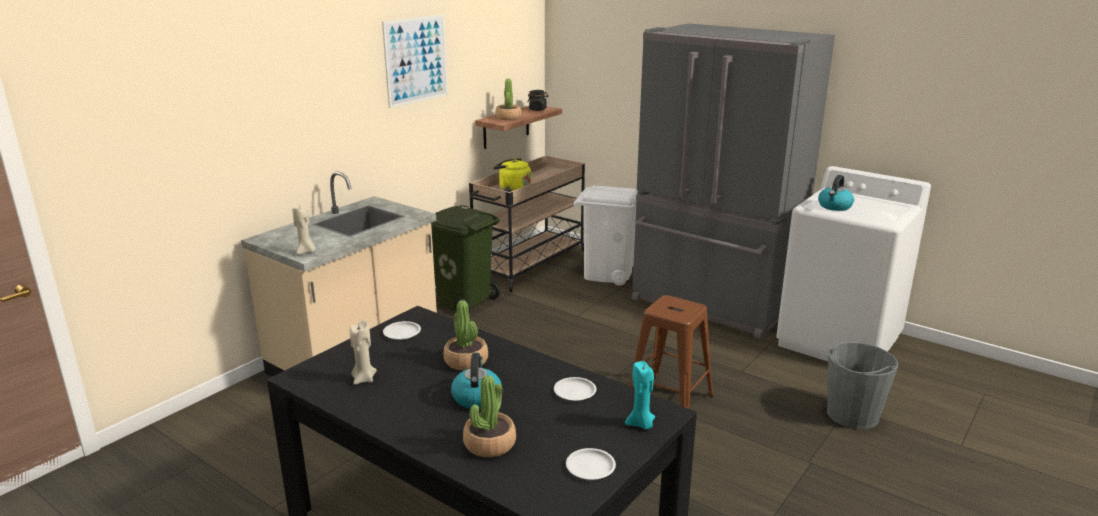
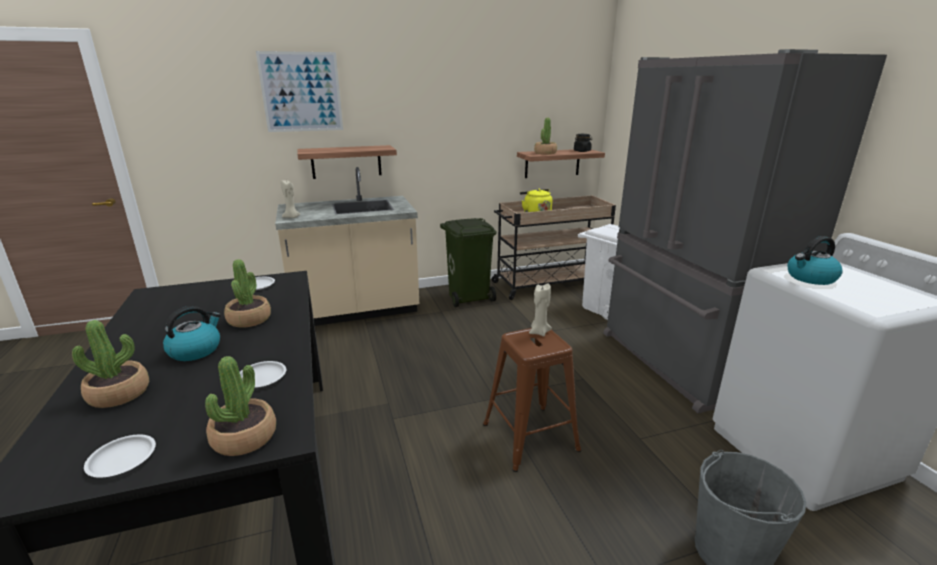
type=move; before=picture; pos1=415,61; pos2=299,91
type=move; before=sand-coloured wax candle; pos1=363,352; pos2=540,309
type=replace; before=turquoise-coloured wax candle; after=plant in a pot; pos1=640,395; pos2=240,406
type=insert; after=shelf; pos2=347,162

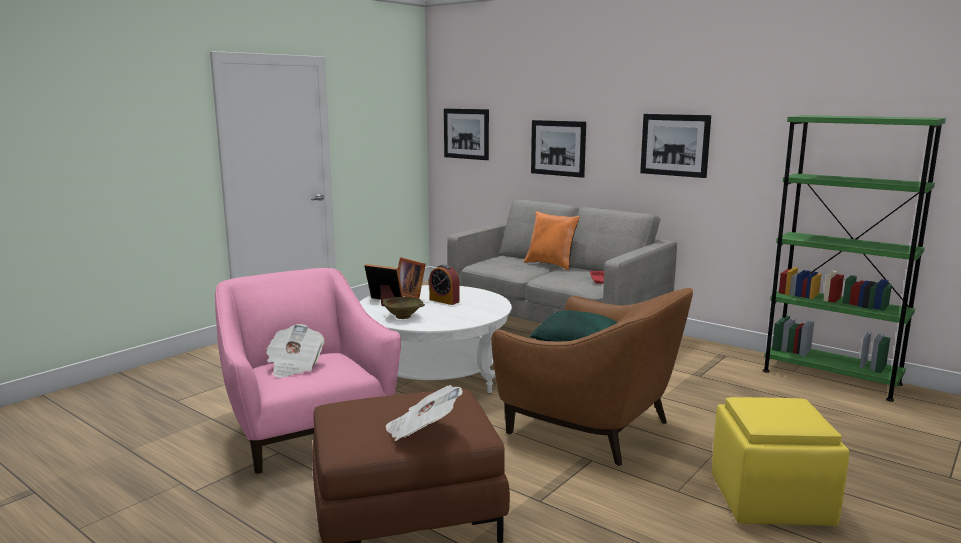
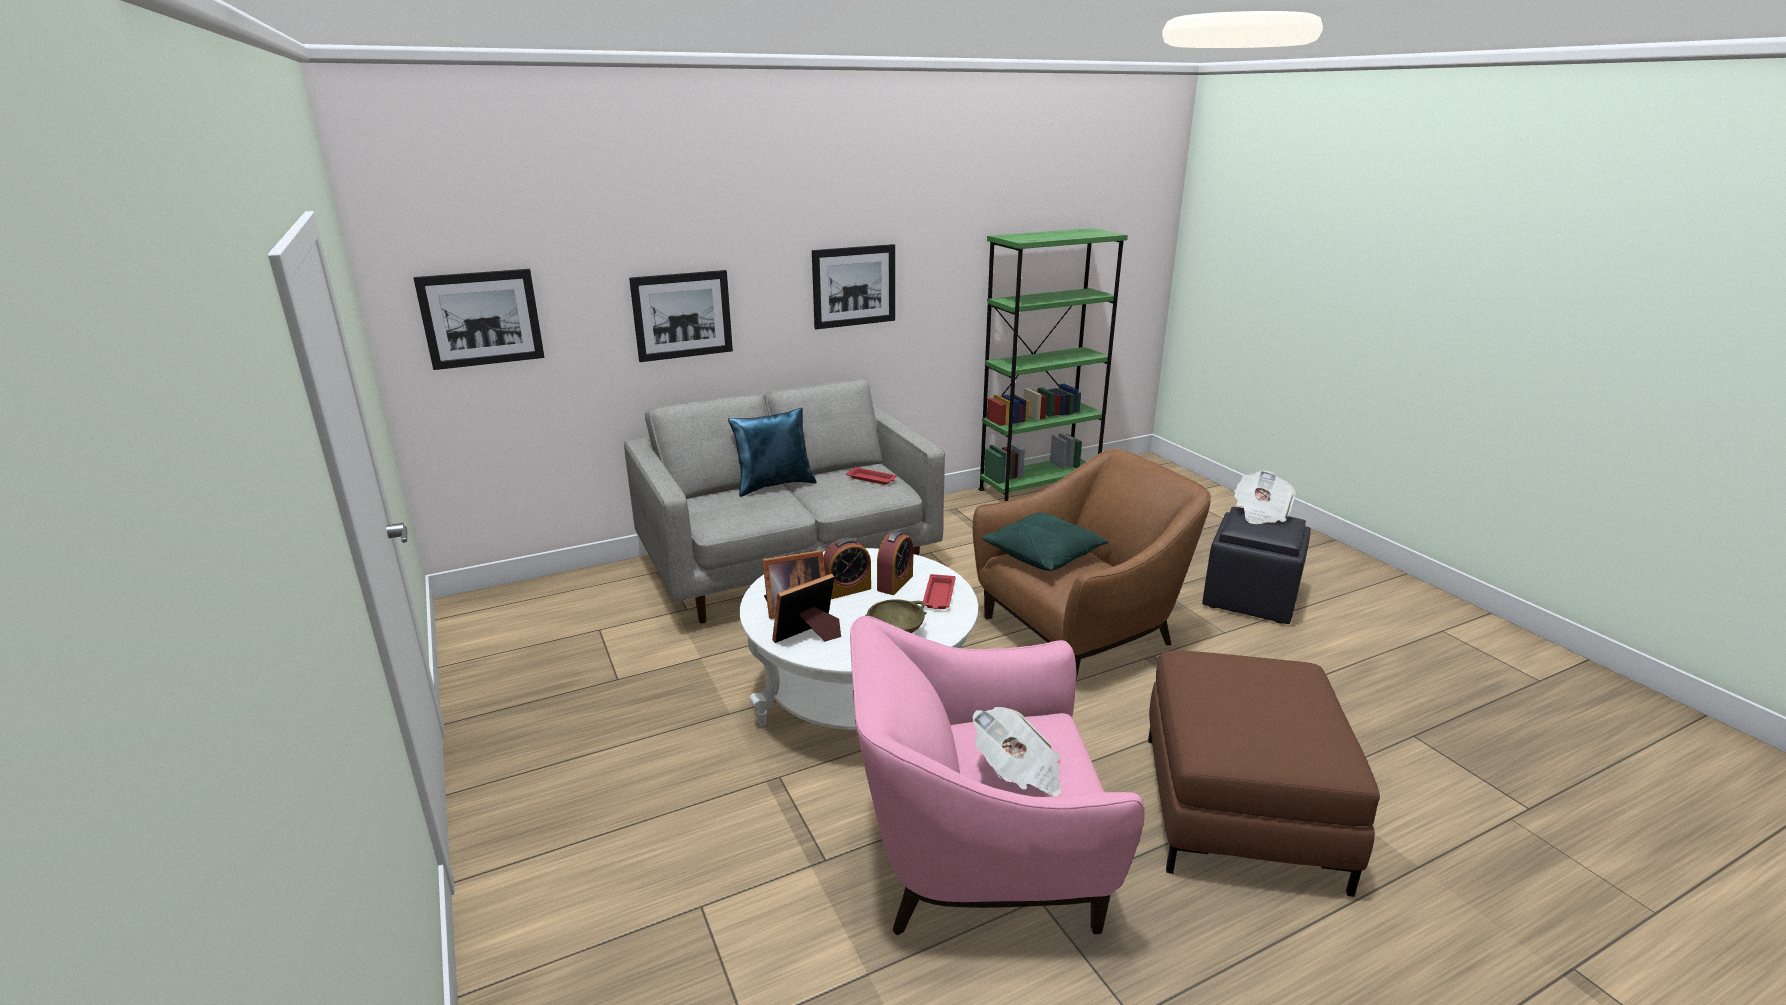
type=recolor; before=orange cushion; after=blue-coloured cushion; pos1=552,240; pos2=772,452
type=move; before=daily paper; pos1=424,413; pos2=1264,497
type=recolor; before=yellow-coloured ottoman; after=blackish ottoman; pos1=780,461; pos2=1256,565
type=insert; after=bedside clock; pos2=895,563
type=insert; after=reddish serving tray; pos2=939,591

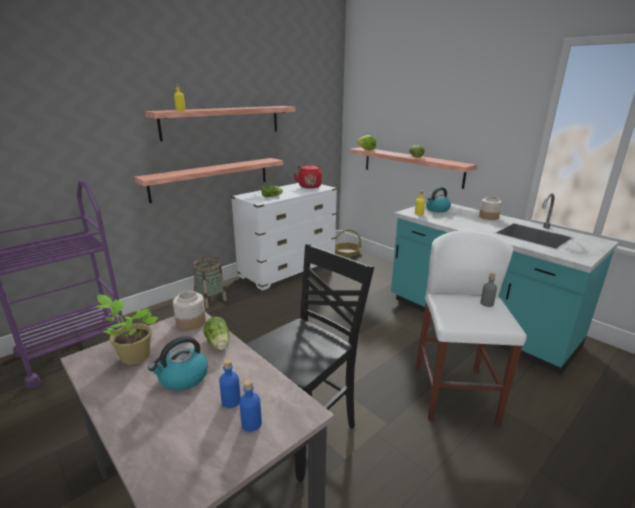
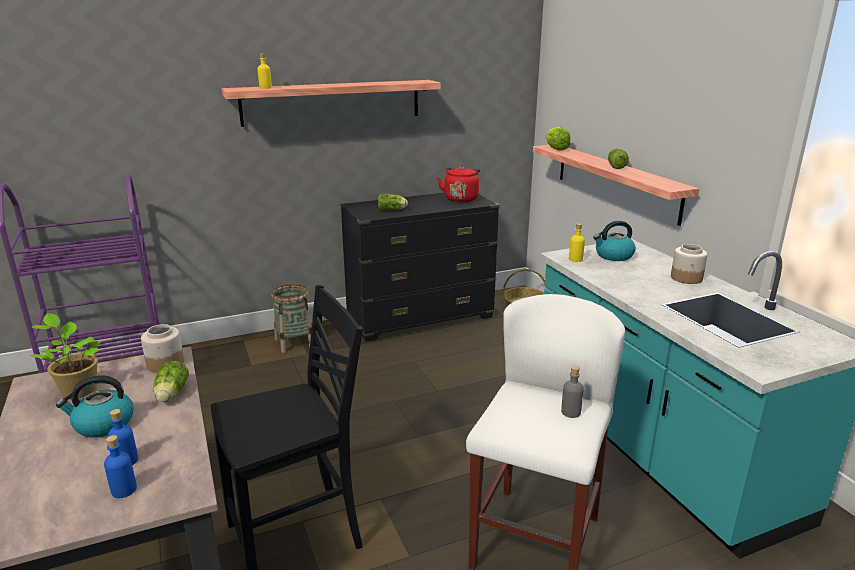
type=delete; before=shelf; pos1=208,180
type=recolor; before=white dresser; after=blackish dresser; pos1=284,237; pos2=420,267

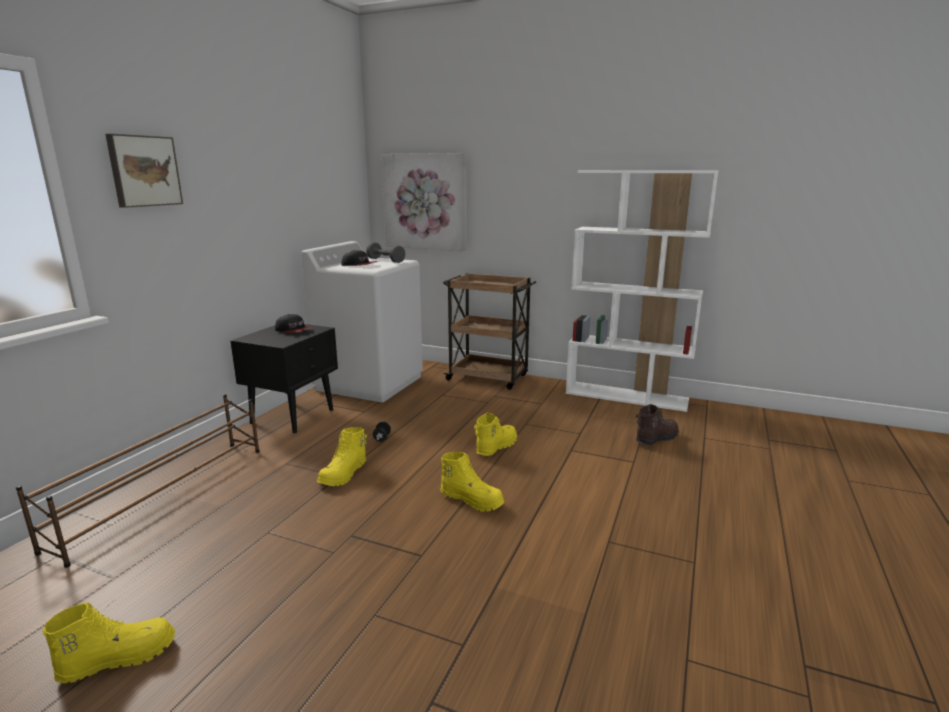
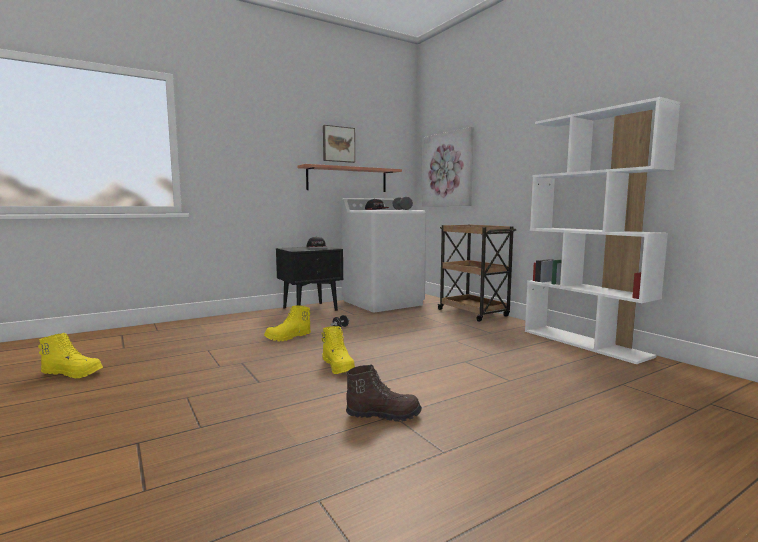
type=move; before=picture; pos1=144,171; pos2=339,144
type=delete; before=brown shoe stand; pos1=138,481
type=move; before=brown tall boot; pos1=657,424; pos2=384,393
type=delete; before=yellow-coloured tall boot; pos1=495,434
type=insert; after=shelf; pos2=349,178

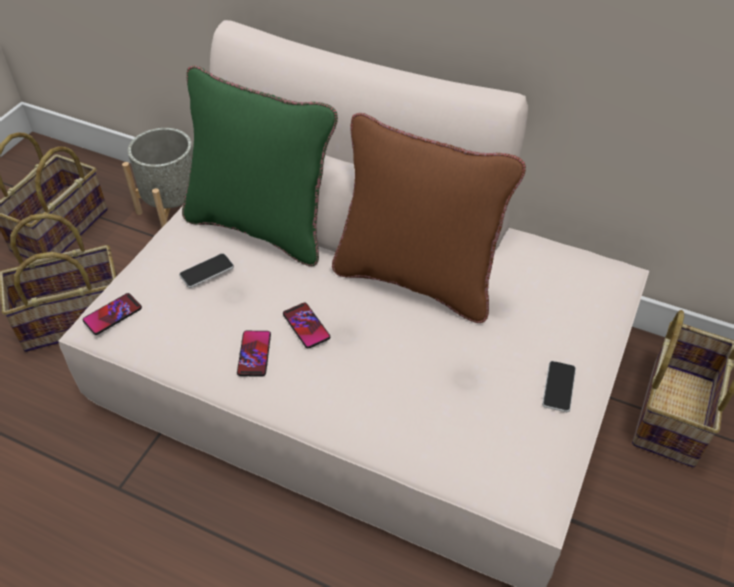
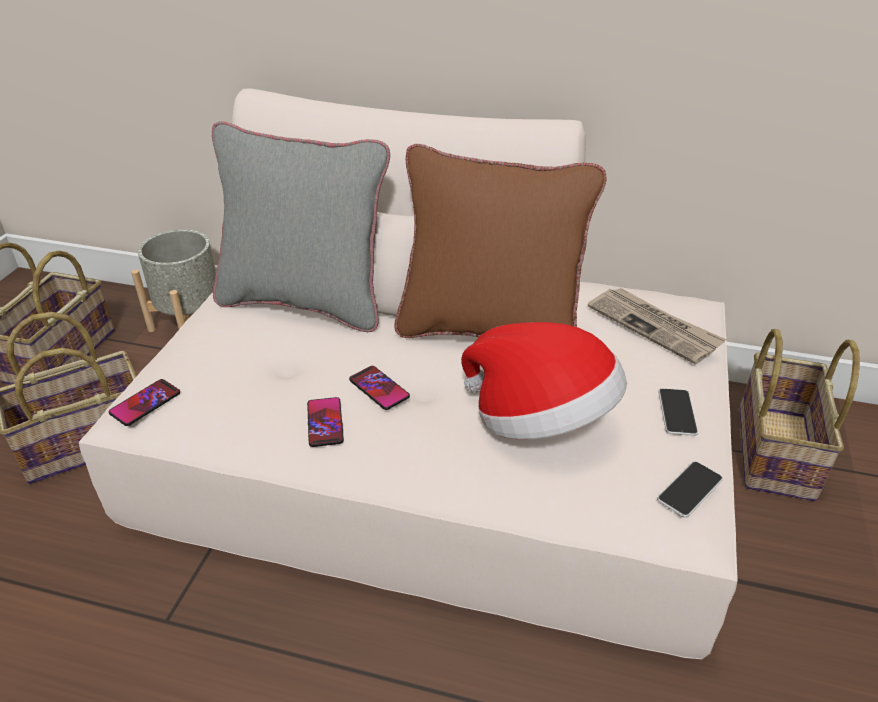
type=recolor; before=greenish cushion; after=grey cushion; pos1=260,166; pos2=301,226
type=move; before=telephone; pos1=206,270; pos2=690,490
type=insert; after=daily paper; pos2=657,326
type=insert; after=clothing hat; pos2=544,381

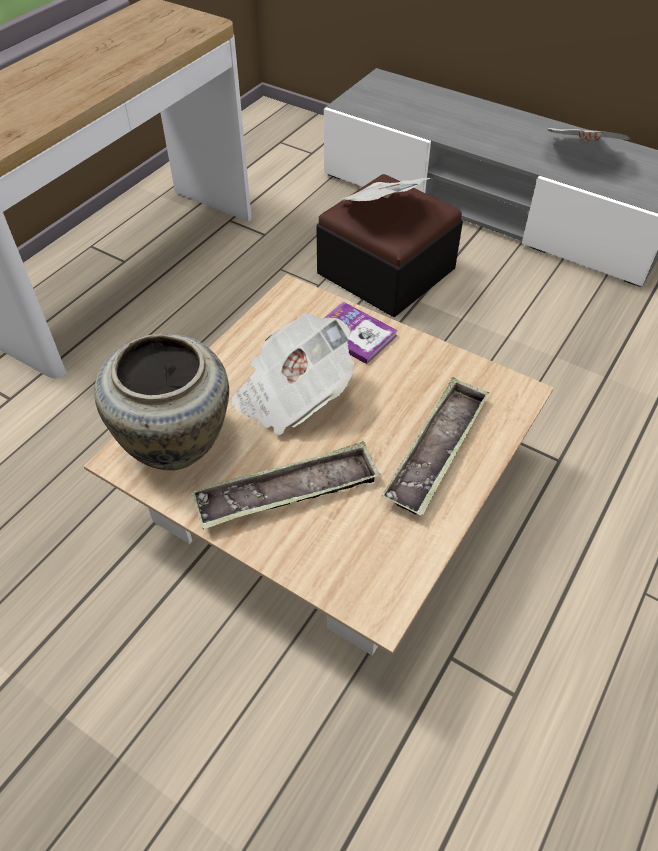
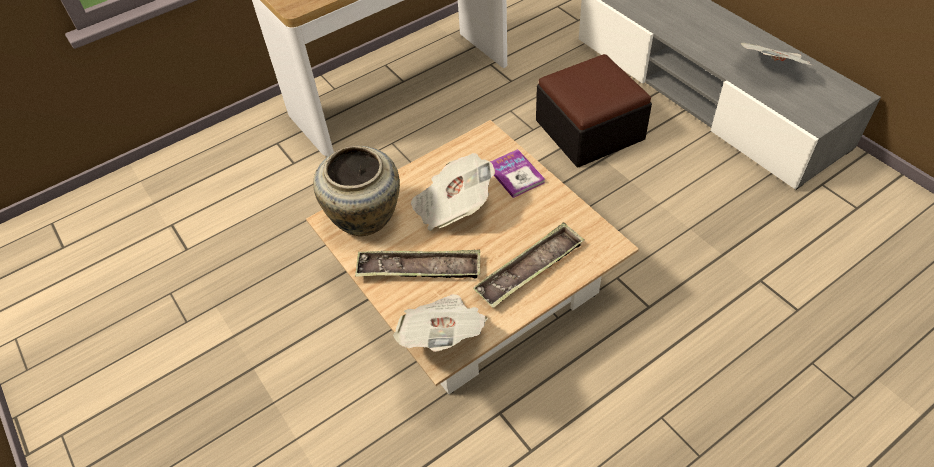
type=move; before=daily paper; pos1=386,189; pos2=440,323

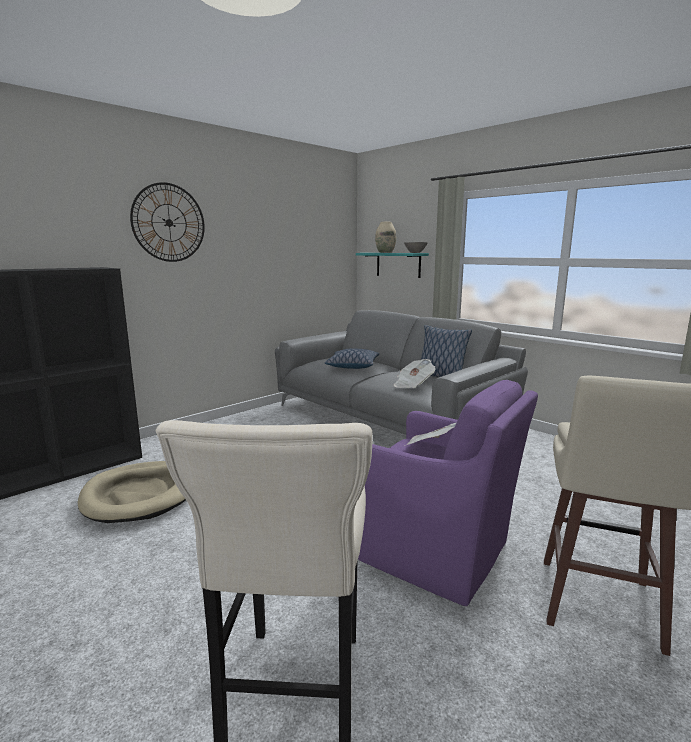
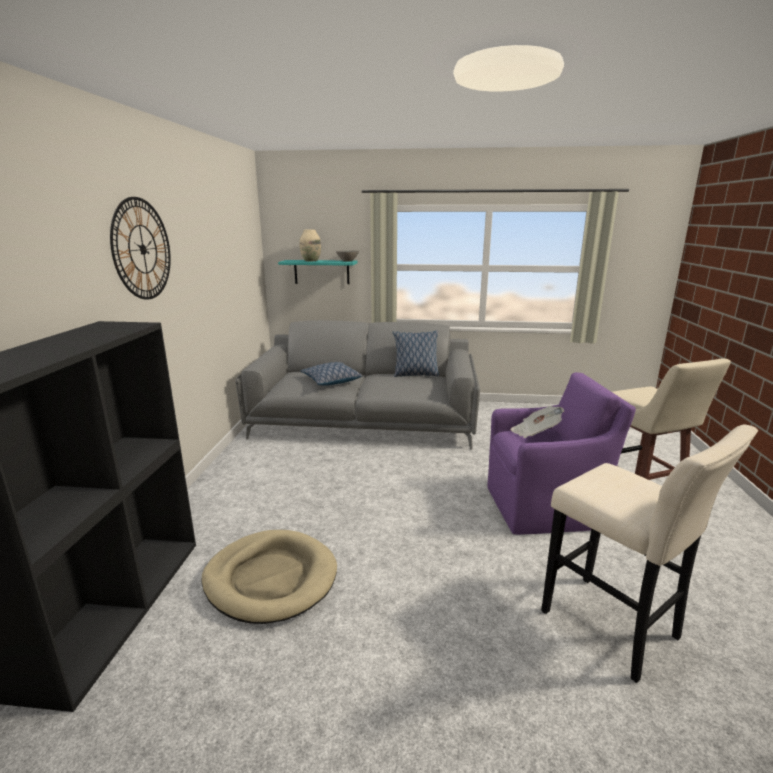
type=delete; before=daily paper; pos1=415,373

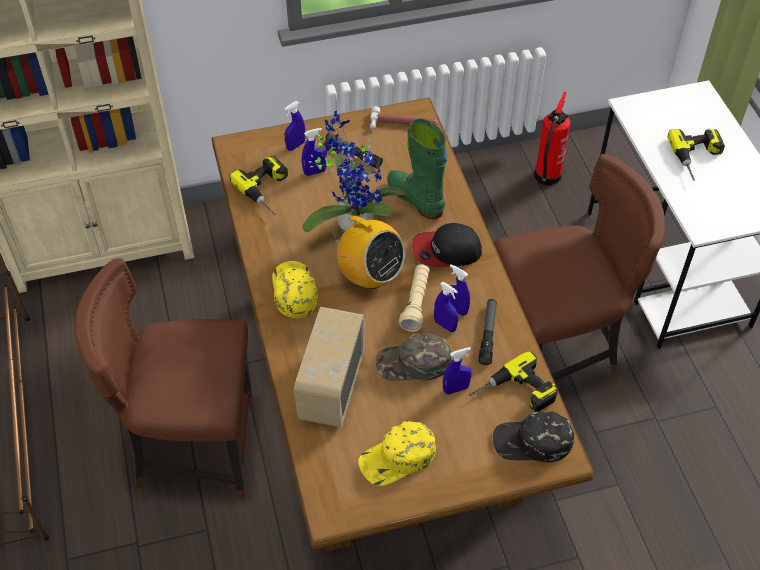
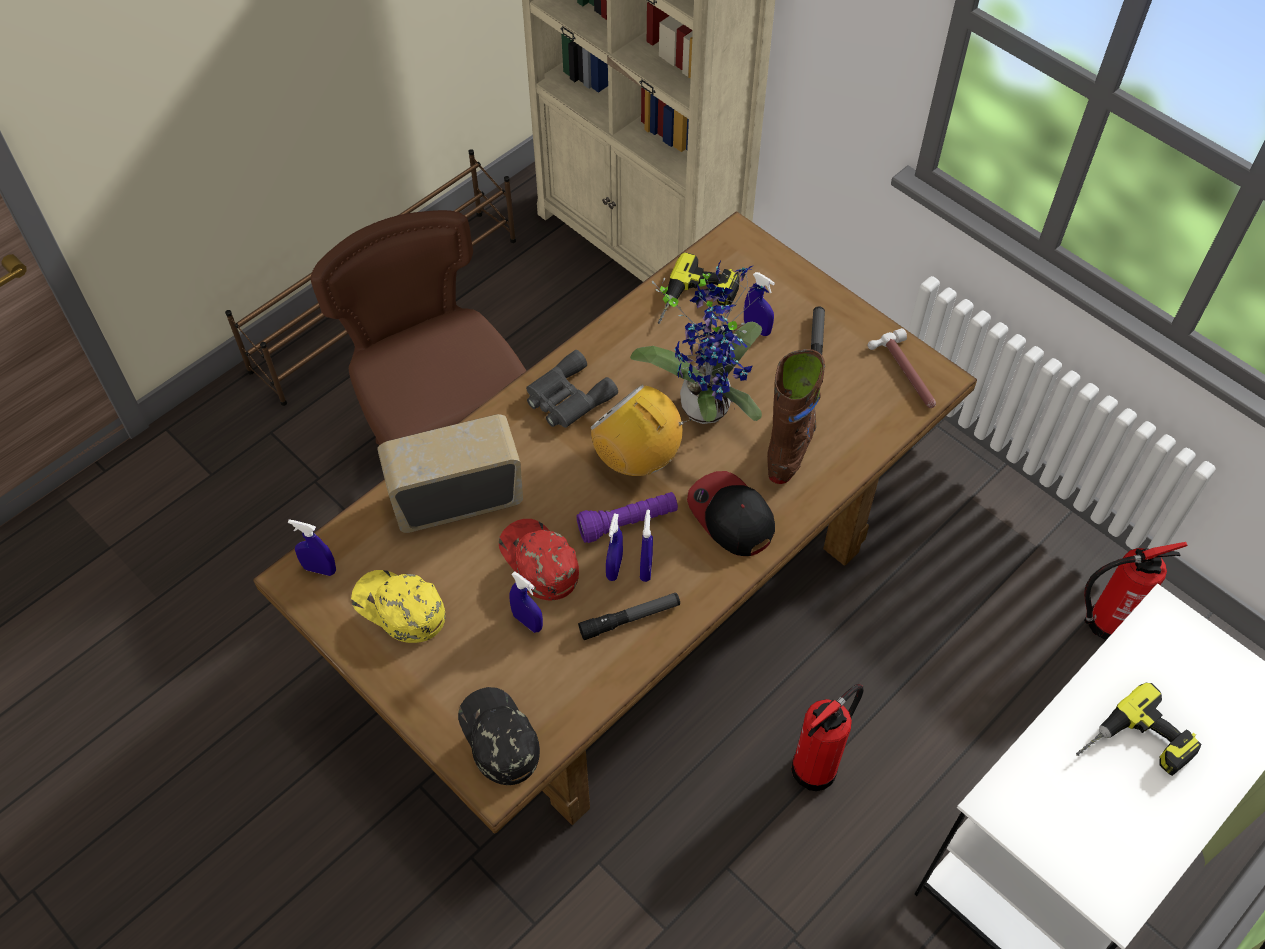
type=move; before=blue-coloured sprayer; pos1=295,126; pos2=312,547
type=recolor; before=greenish tall boot; after=brown tall boot; pos1=417,169; pos2=796,416
type=replace; before=brown upright chair; after=fire-fighting cylinder; pos1=579,267; pos2=827,737
type=rotate; before=radio receiver; pos1=367,252; pos2=641,430; turn=120
type=replace; before=yellow-coloured peaked cap; after=grey field glasses; pos1=295,289; pos2=572,389
type=recolor; before=sand-coloured flashlight; after=purple-coloured flashlight; pos1=414,298; pos2=627,517
type=recolor; before=greenish peaked cap; after=reddish peaked cap; pos1=413,356; pos2=539,559
type=delete; before=electric drill; pos1=513,381

